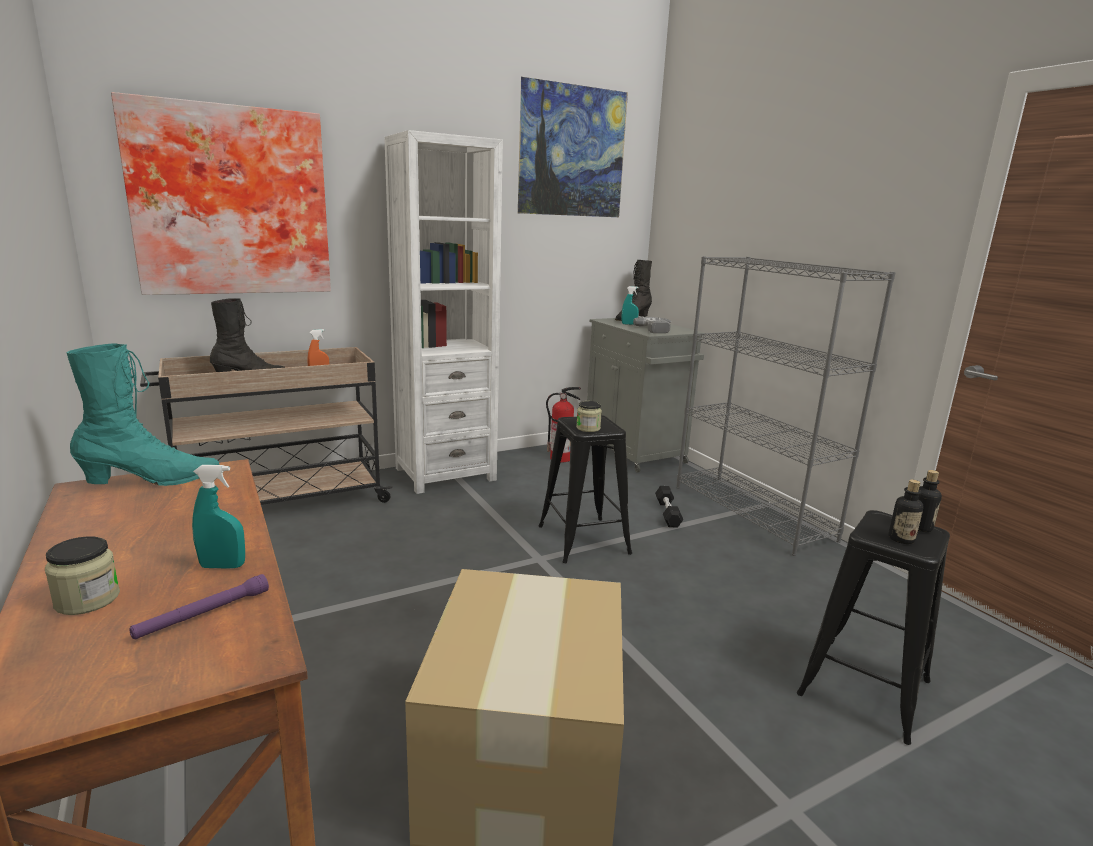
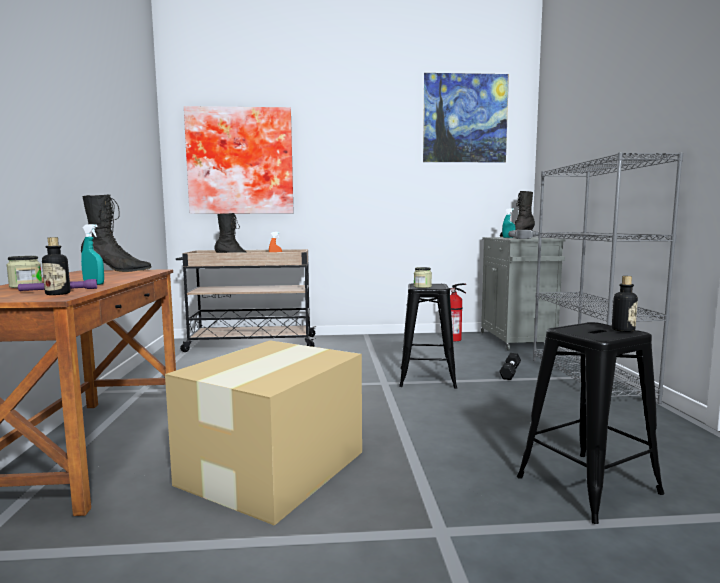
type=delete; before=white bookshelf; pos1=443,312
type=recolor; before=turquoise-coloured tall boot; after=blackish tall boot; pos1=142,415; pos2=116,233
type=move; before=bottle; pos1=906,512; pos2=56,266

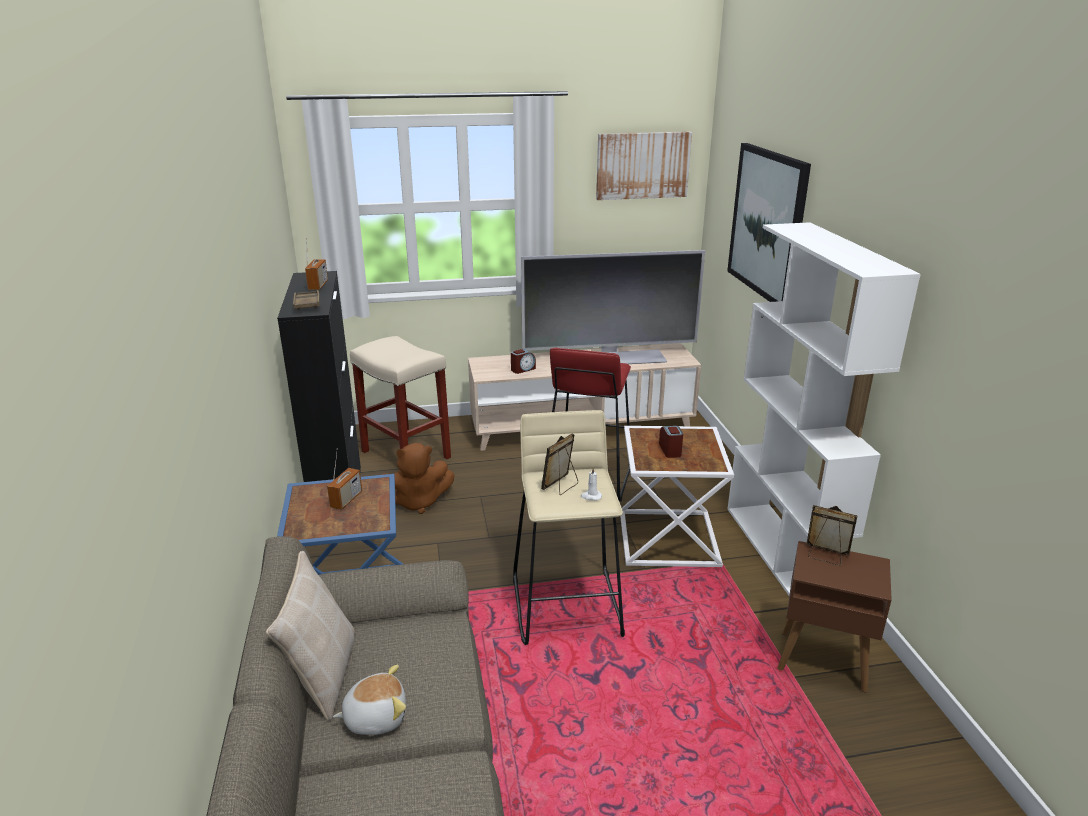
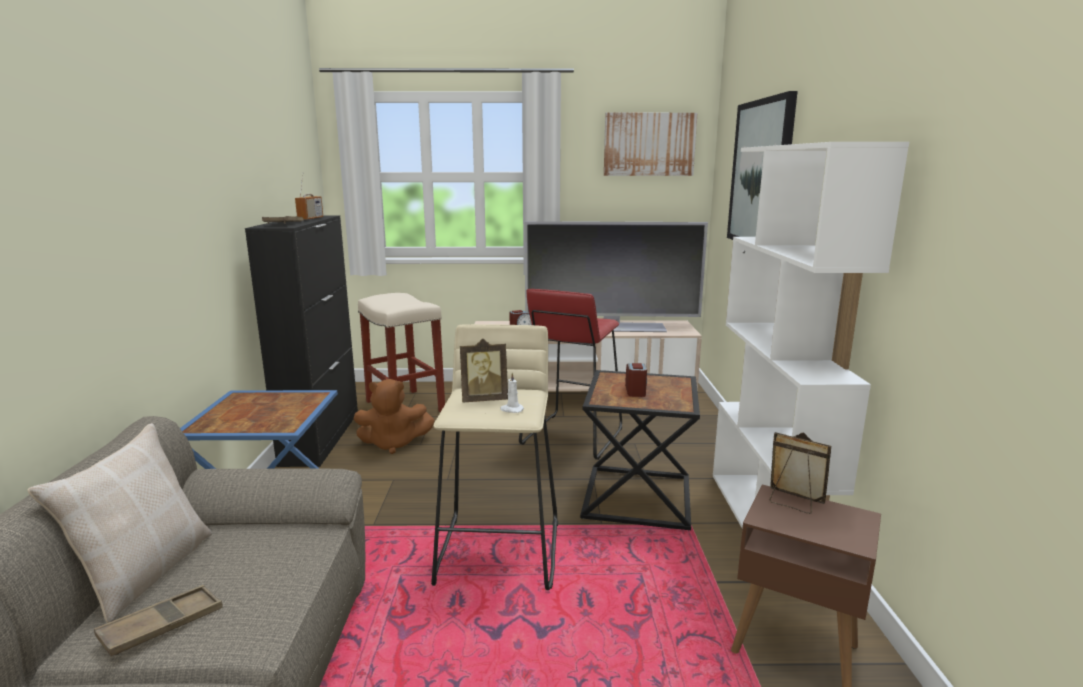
type=recolor; before=white end table; after=blackish end table; pos1=677,496; pos2=640,450
type=rotate; before=photo frame; pos1=559,464; pos2=484,370; turn=-150
type=delete; before=radio receiver; pos1=344,479
type=replace; before=cuddly toy; after=brown serving tray; pos1=369,699; pos2=158,620

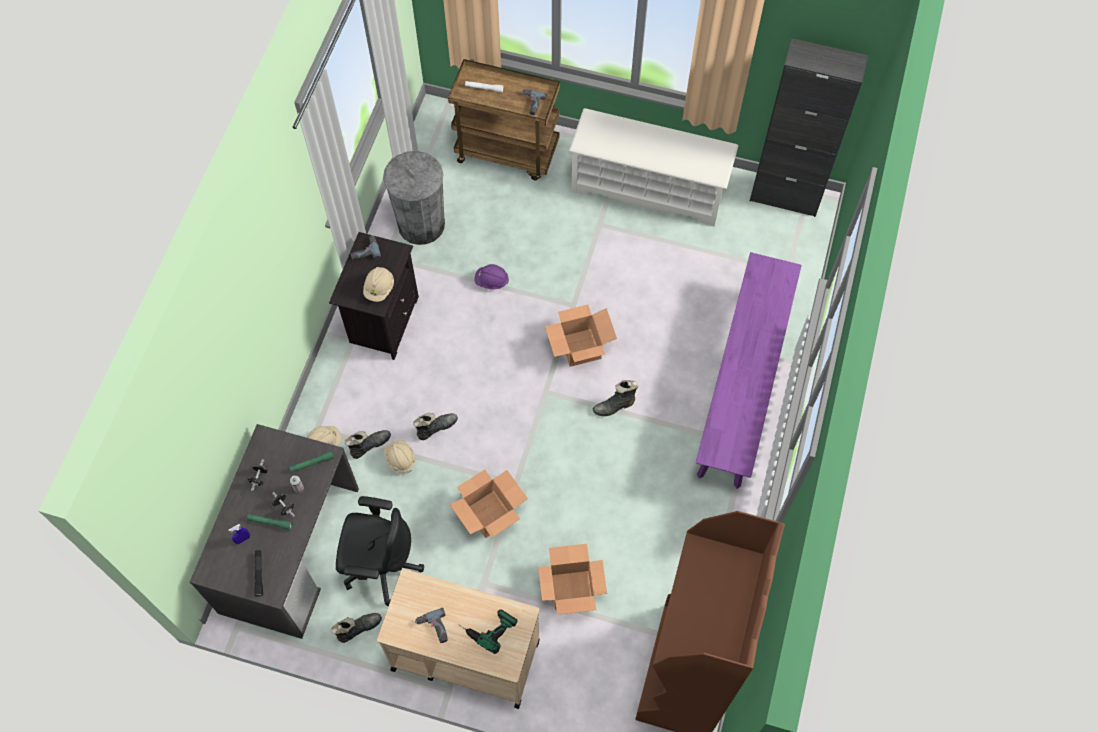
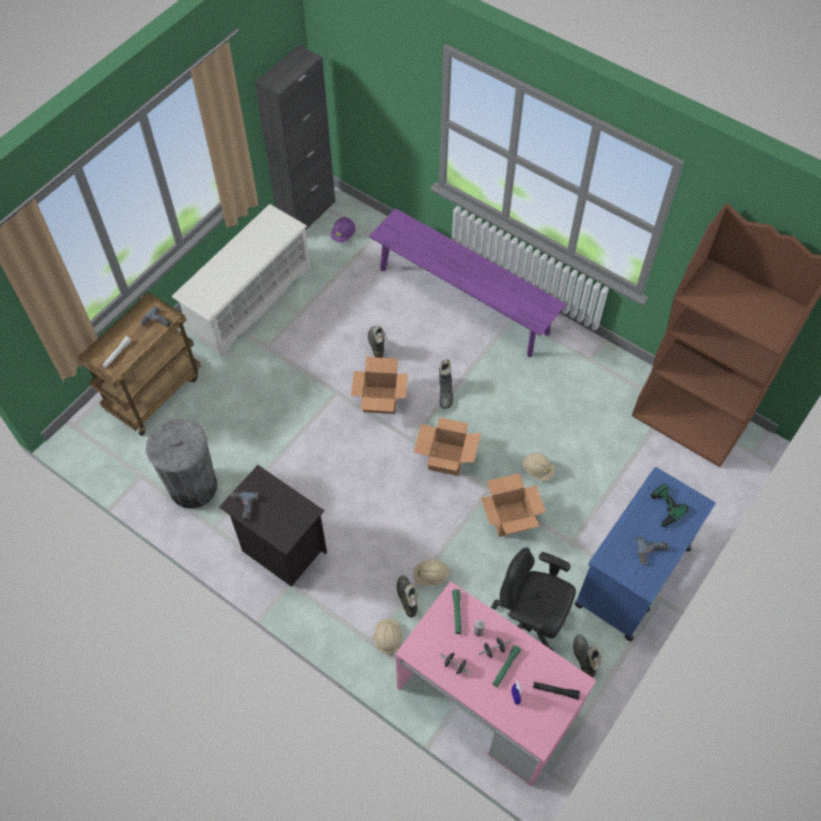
type=move; before=purple-coloured hard hat; pos1=491,277; pos2=343,230
type=move; before=sand-coloured hard hat; pos1=378,284; pos2=539,467
type=move; before=blackish tall boot; pos1=435,426; pos2=376,342
type=recolor; before=grey desk; after=pinkish desk; pos1=274,531; pos2=495,683
type=rotate; before=blackish desk chair; pos1=380,551; pos2=533,599; turn=-90
type=move; before=carton; pos1=572,579; pos2=447,447
type=recolor; before=sand-coloured cart; after=blue-coloured cart; pos1=458,639; pos2=645,554

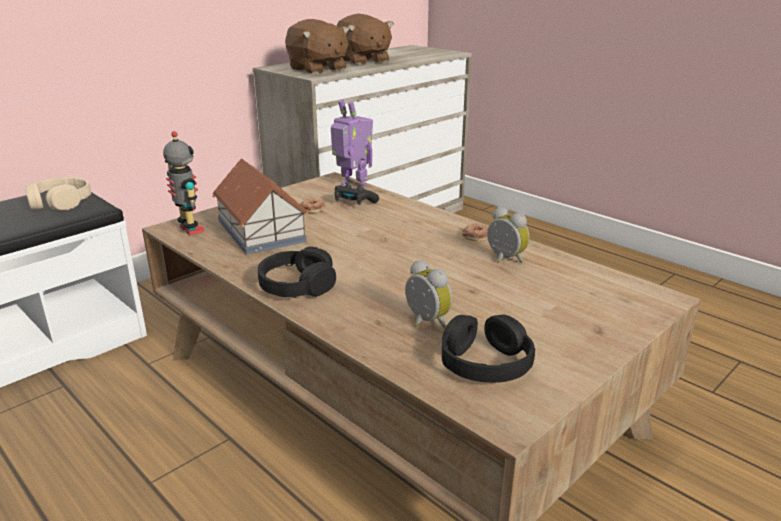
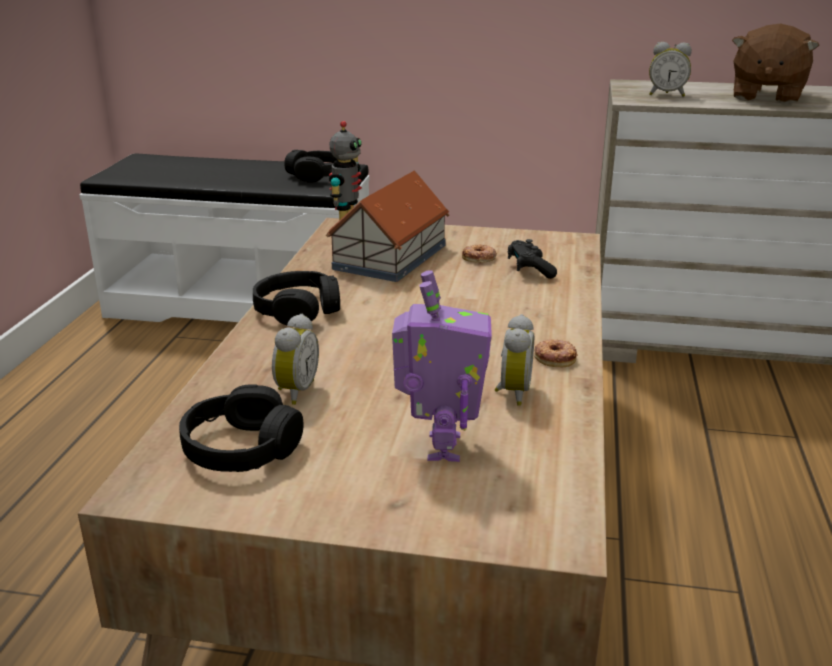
type=replace; before=brown cuddly toy; after=bedside clock; pos1=317,46; pos2=670,69
type=move; before=toy robot; pos1=352,144; pos2=442,366
type=recolor; before=sand-coloured pair of headphones; after=blackish pair of headphones; pos1=58,193; pos2=311,166

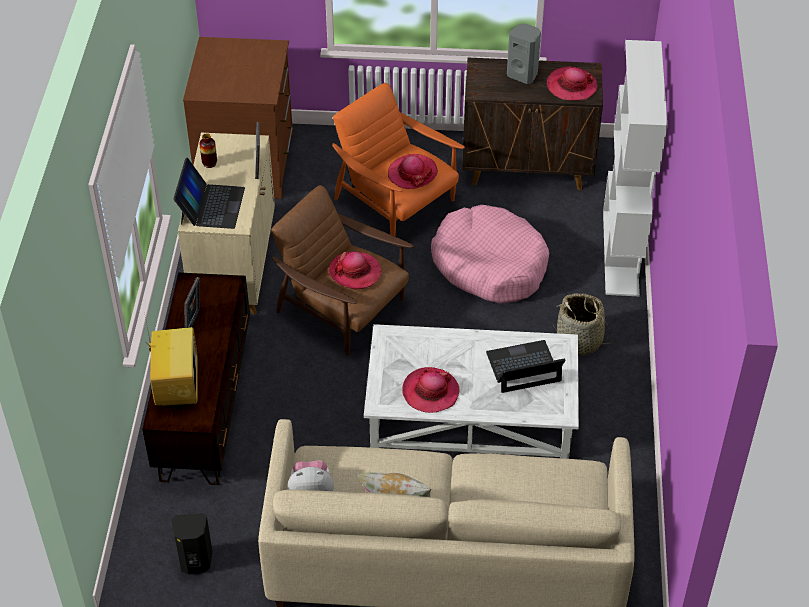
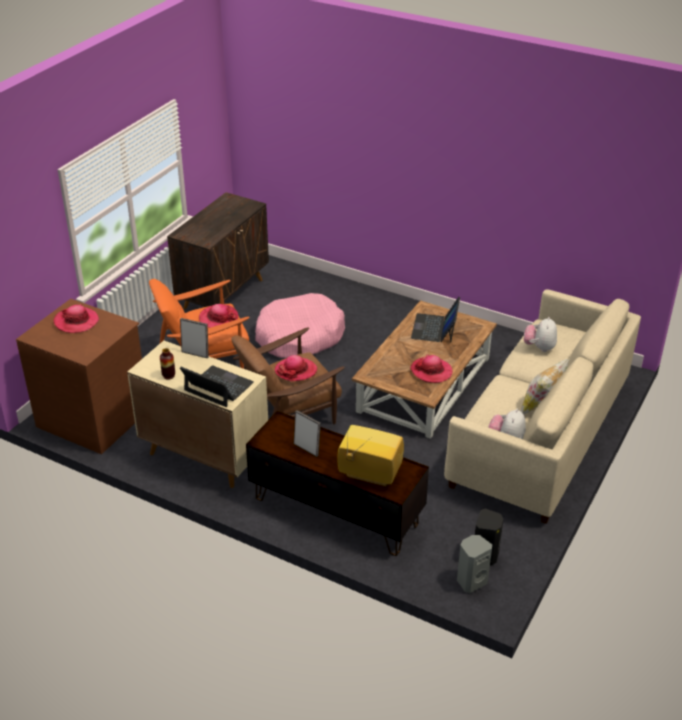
type=move; before=grey audio speaker; pos1=524,54; pos2=474,564
type=delete; before=white bookshelf; pos1=635,168
type=move; before=clothing hat; pos1=572,84; pos2=76,318
type=delete; before=basket; pos1=583,324
type=recolor; before=white low table; after=brown low table; pos1=471,391; pos2=424,369
type=insert; after=cuddly toy; pos2=540,334

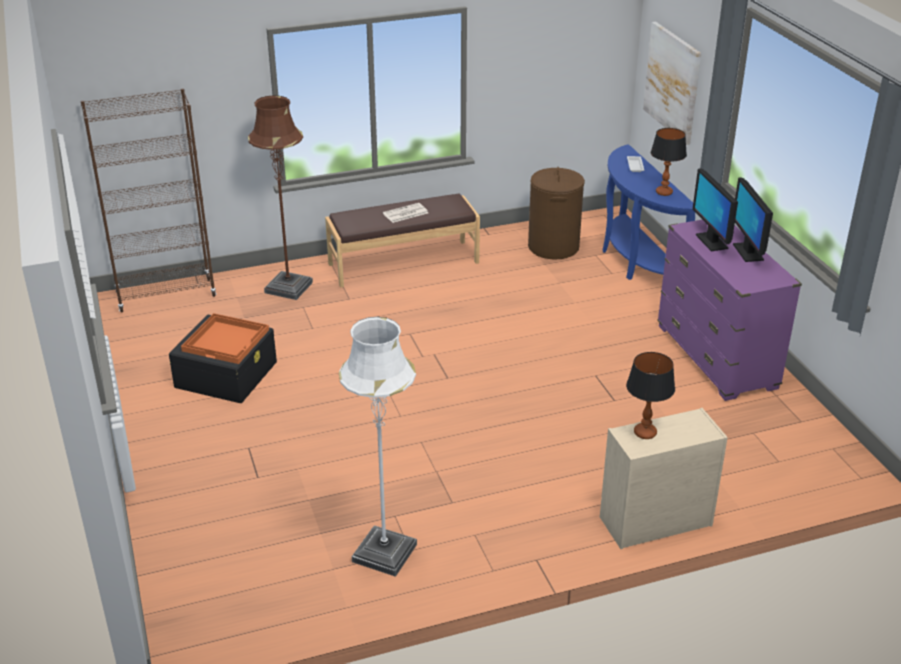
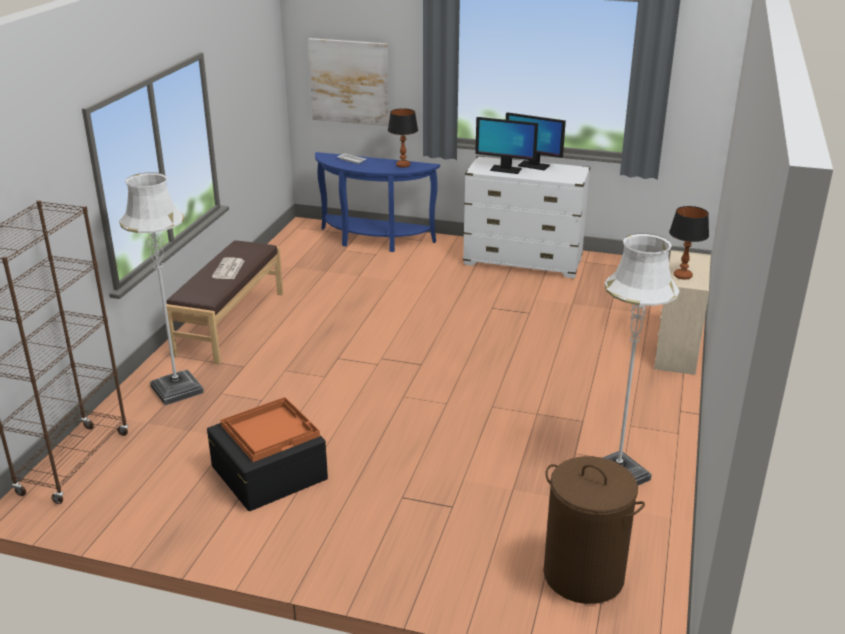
type=recolor; before=brown standard lamp; after=white standard lamp; pos1=280,197; pos2=161,288
type=move; before=brown washing basket; pos1=556,213; pos2=594,530
type=recolor; before=purple-coloured dresser; after=white dresser; pos1=729,310; pos2=527,217

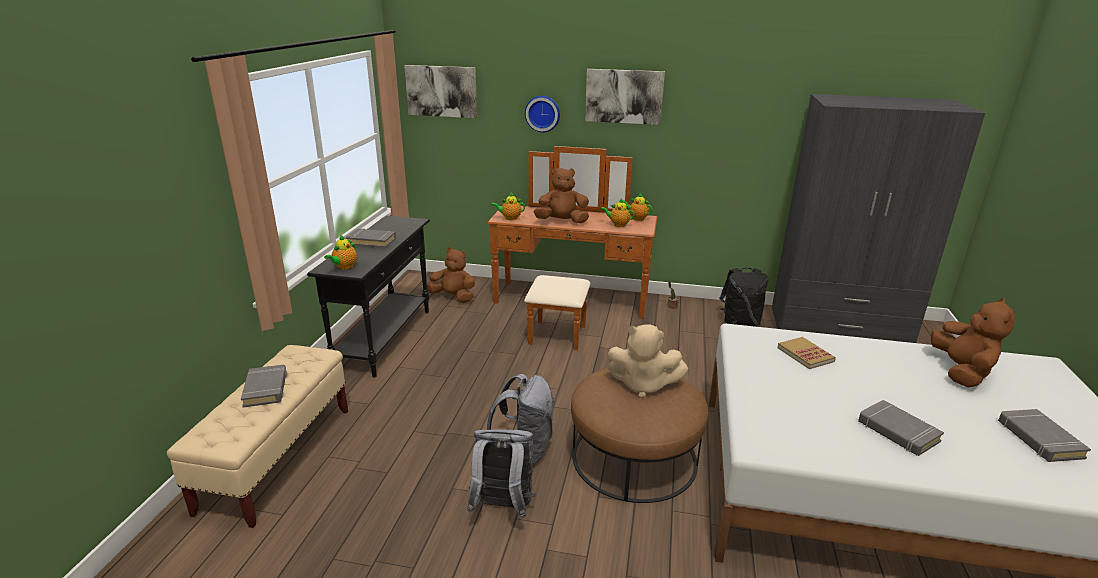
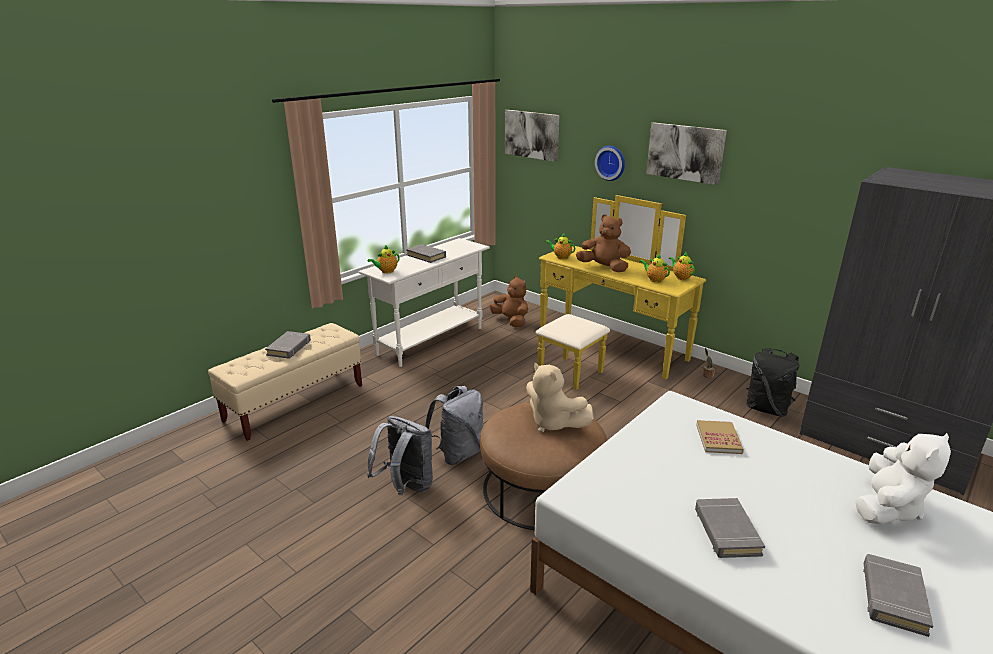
type=recolor; before=brown dresser; after=yellow-coloured dresser; pos1=572,248; pos2=621,292
type=recolor; before=blackish console table; after=white console table; pos1=368,297; pos2=424,302
type=recolor; before=brown cuddly toy; after=white cuddly toy; pos1=973,343; pos2=903,479

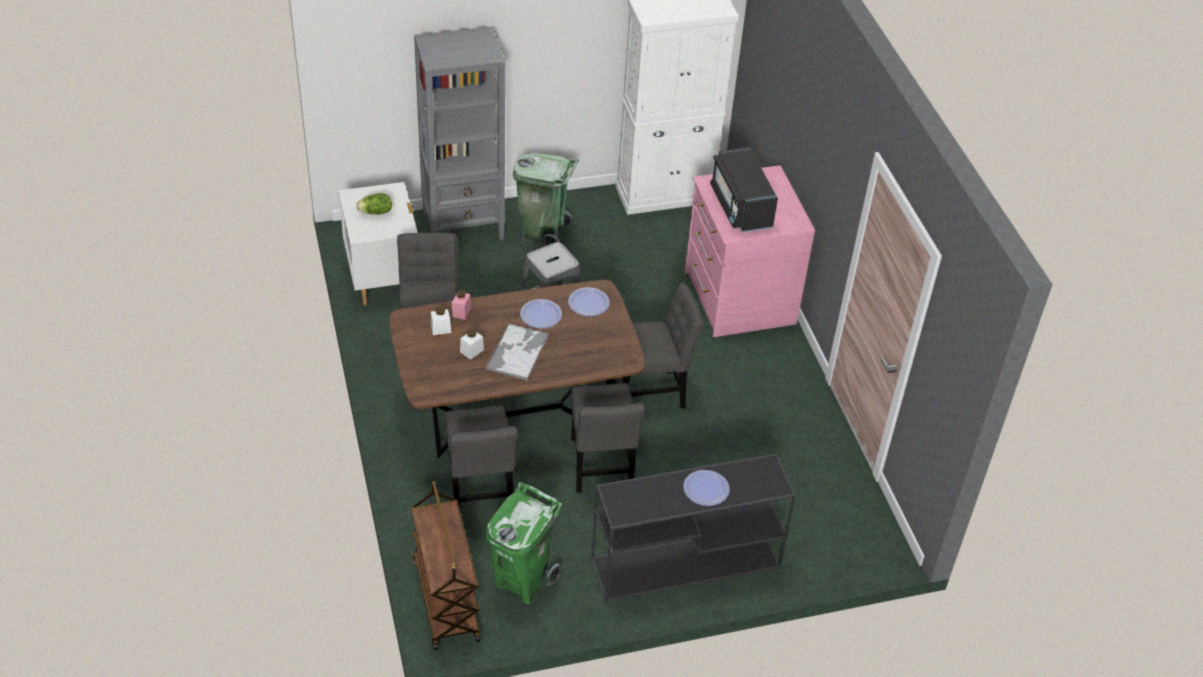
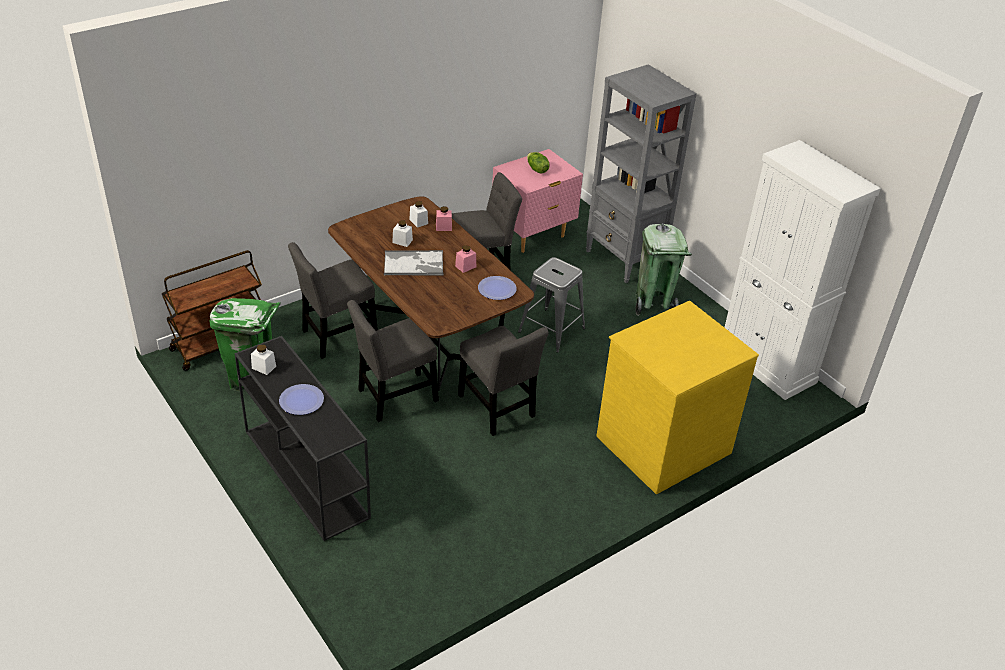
type=delete; before=blackish microwave; pos1=744,189
type=recolor; before=pinkish dresser; after=yellow-coloured dresser; pos1=750,251; pos2=677,397
type=recolor; before=white bedside table; after=pinkish bedside table; pos1=378,243; pos2=537,201
type=replace; before=dinner plate; after=pinkish preserve jar; pos1=541,314; pos2=465,259
type=insert; after=white preserve jar; pos2=263,359

